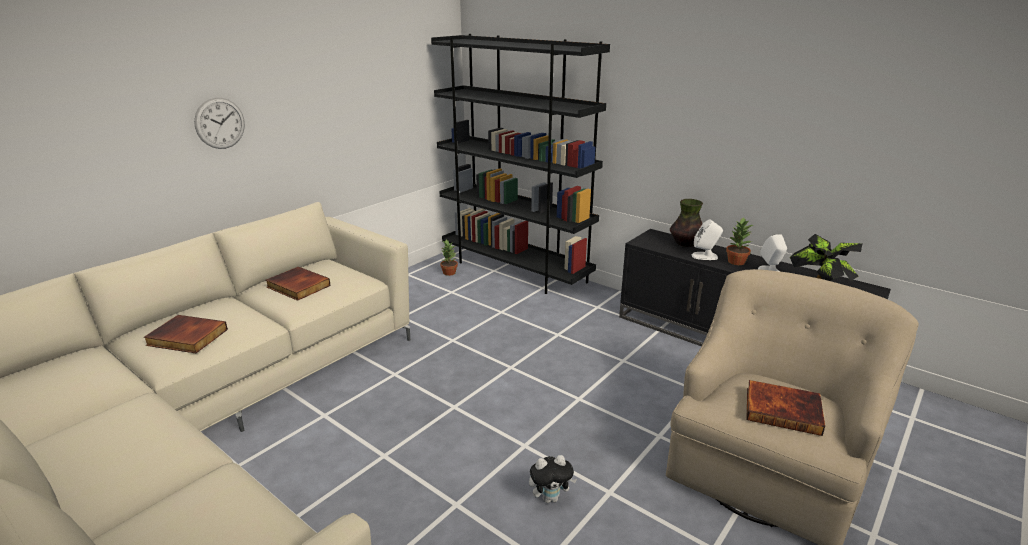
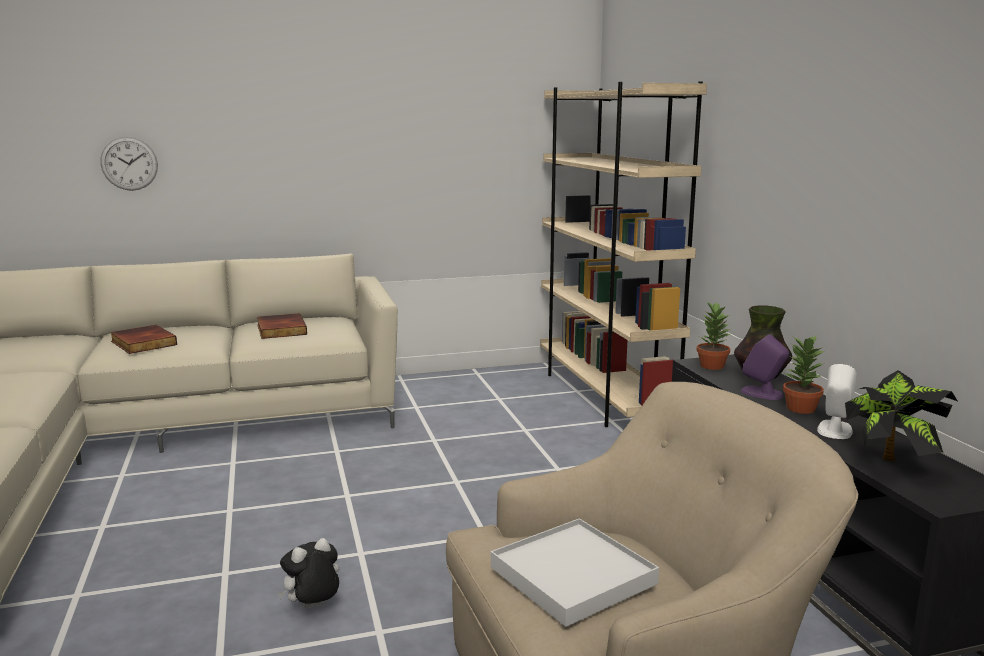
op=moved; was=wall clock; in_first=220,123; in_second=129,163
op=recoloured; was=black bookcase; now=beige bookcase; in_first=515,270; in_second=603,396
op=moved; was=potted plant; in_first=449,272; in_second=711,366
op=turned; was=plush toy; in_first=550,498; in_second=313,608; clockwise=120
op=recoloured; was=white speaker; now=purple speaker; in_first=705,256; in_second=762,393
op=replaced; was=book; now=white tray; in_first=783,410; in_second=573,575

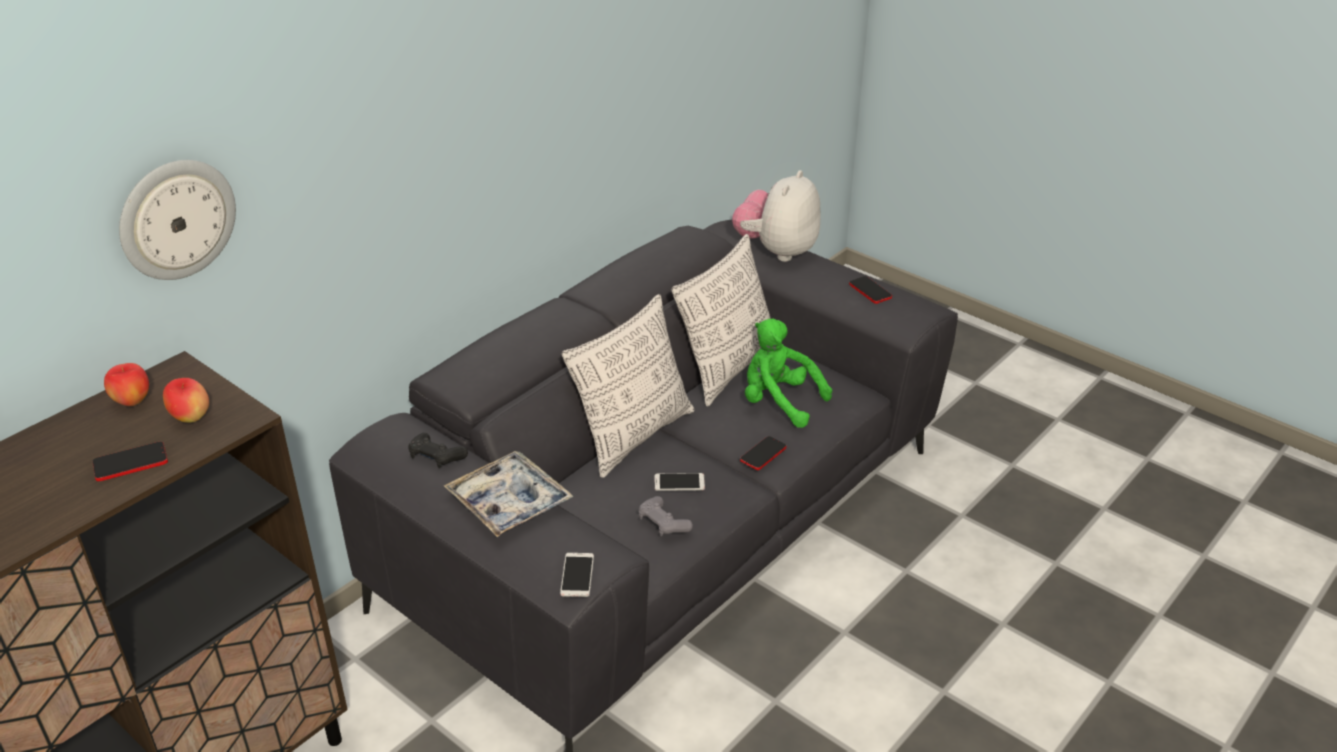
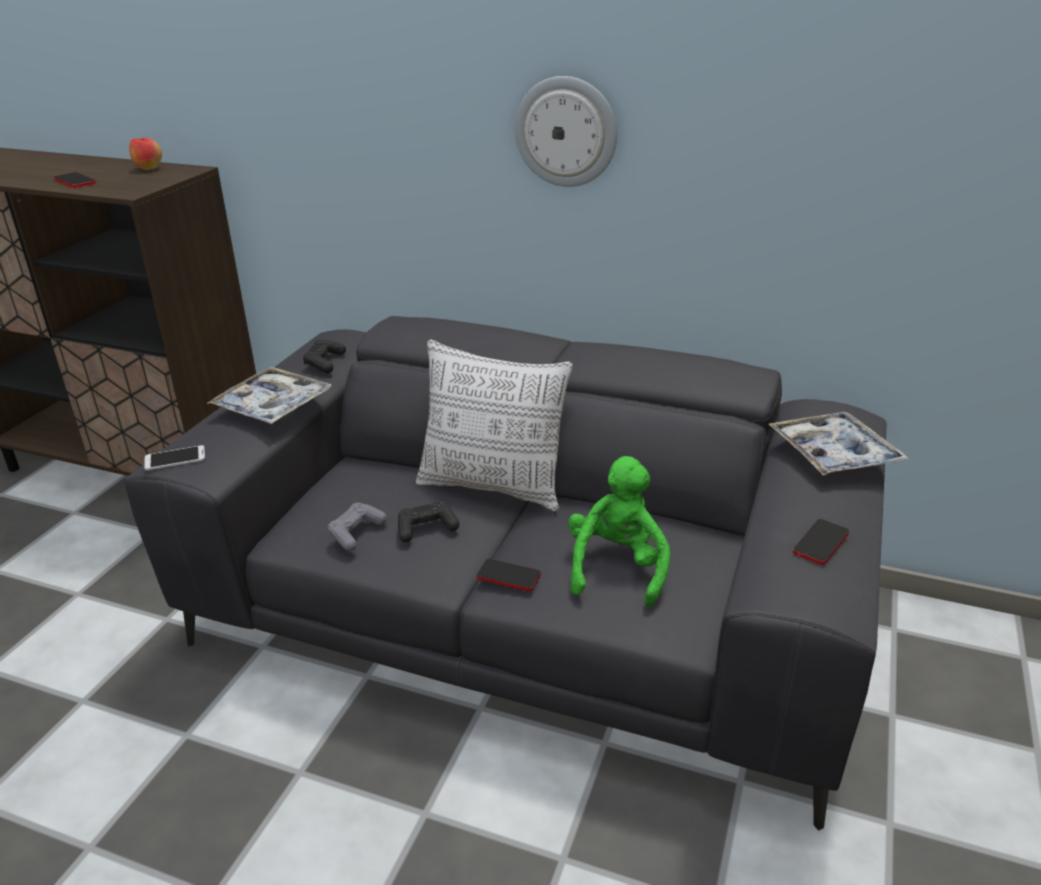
op=moved; was=wall clock; in_first=176,219; in_second=566,132
op=removed; was=apple; in_first=191,418
op=replaced; was=phone; now=black game controller; in_first=679,482; in_second=426,528
op=removed; was=pillow; in_first=727,368
op=replaced; was=plush toy; now=tray; in_first=777,251; in_second=833,454

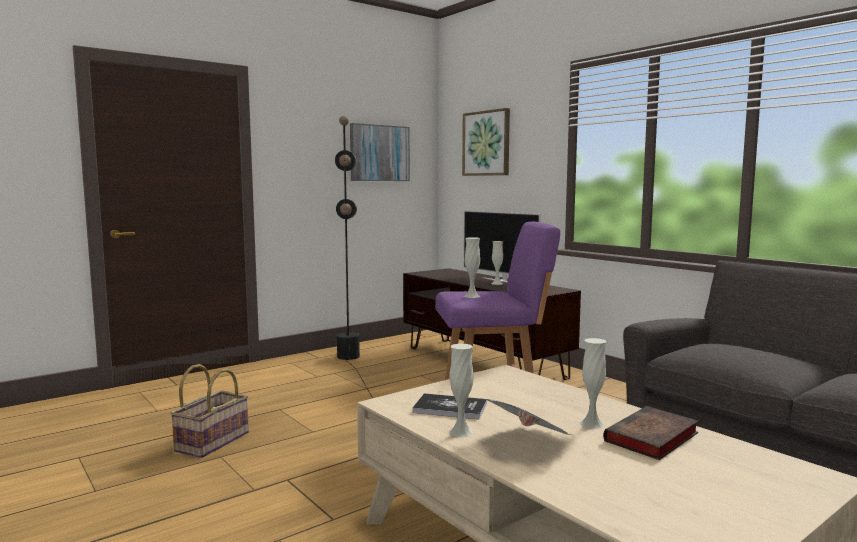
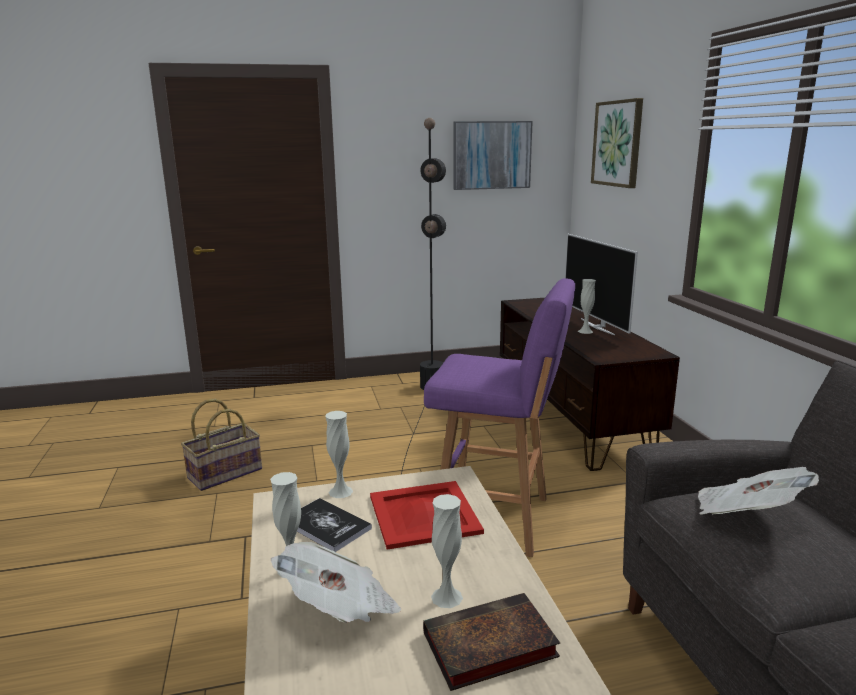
op=moved; was=white vase; in_first=472,296; in_second=340,491
op=added; now=red tray; in_second=424,513
op=added; now=newspaper; in_second=746,515

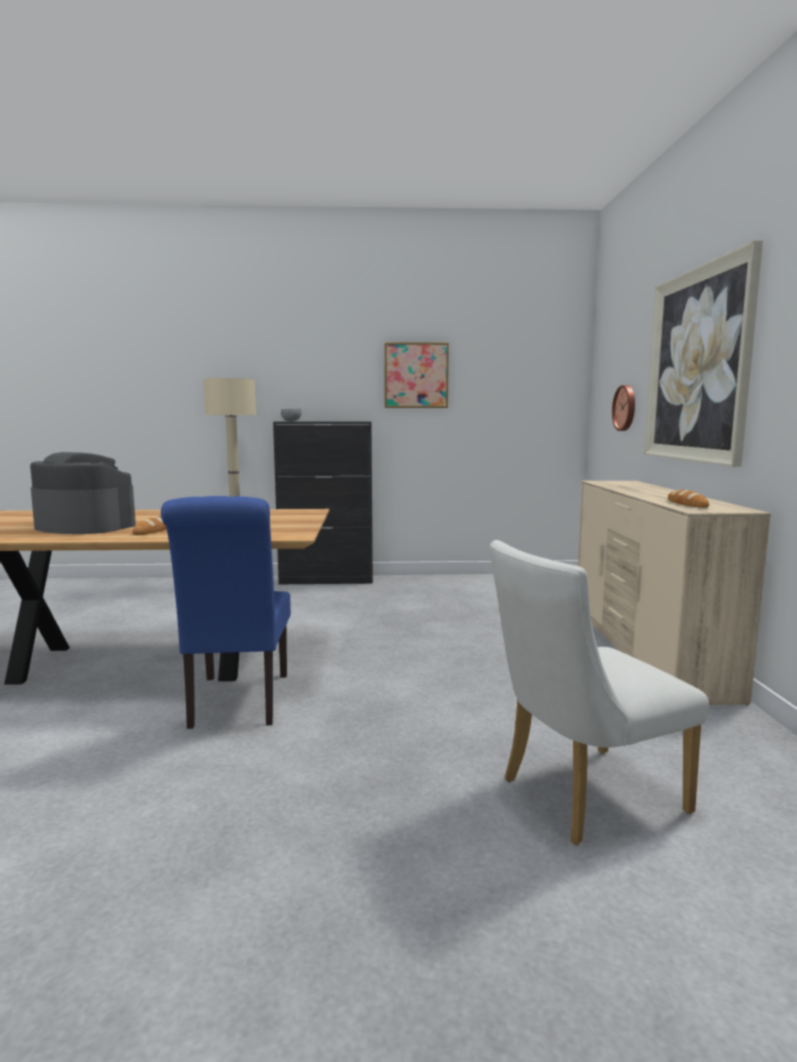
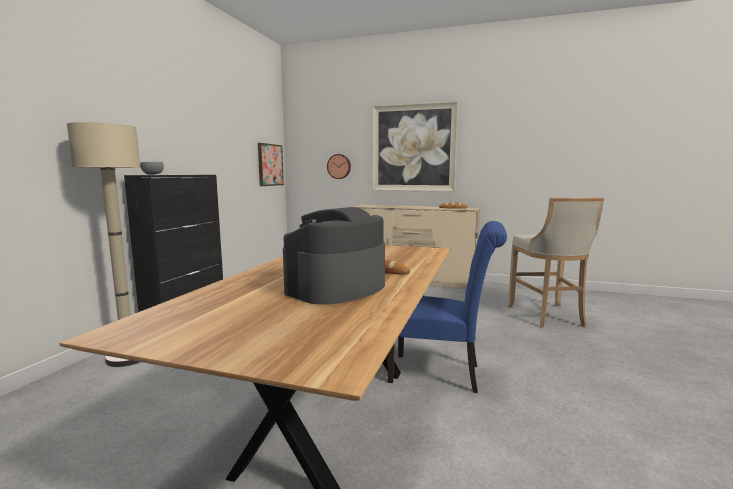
op=moved; was=picture; in_first=416,375; in_second=270,165
op=replaced; was=white chair; now=beige stool; in_first=581,797; in_second=548,316

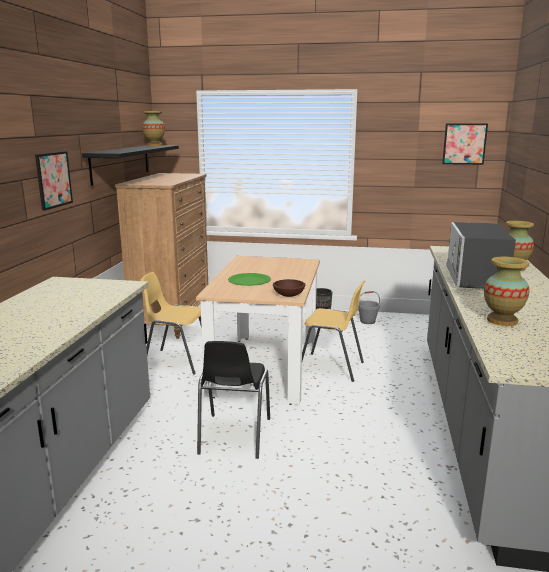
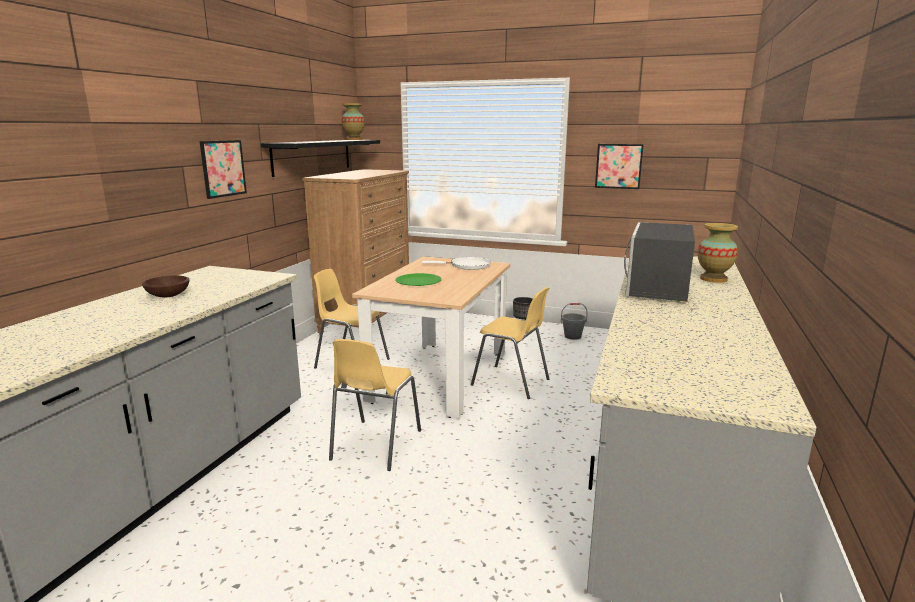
op=recoloured; was=black chair; now=yellow chair; in_first=234,436; in_second=375,445
op=moved; was=brown bowl; in_first=288,295; in_second=168,295
op=moved; was=picture; in_first=464,144; in_second=618,166
op=removed; was=vase; in_first=502,321
op=added; now=white frying pan; in_second=467,266

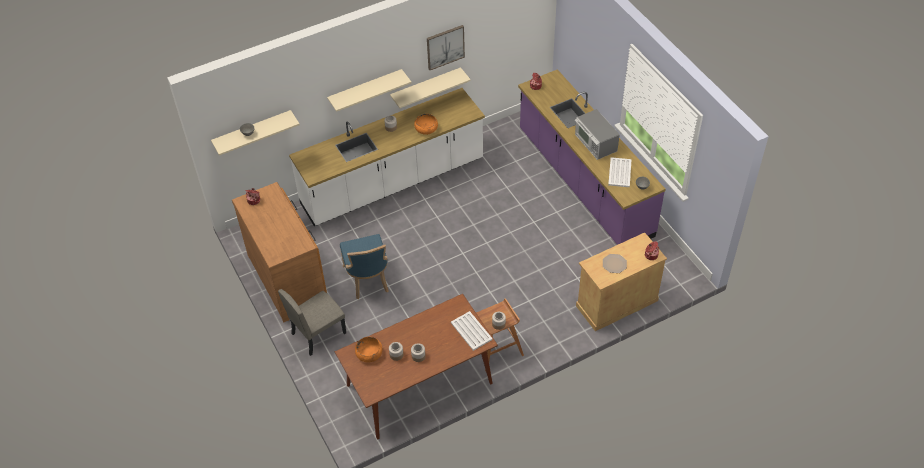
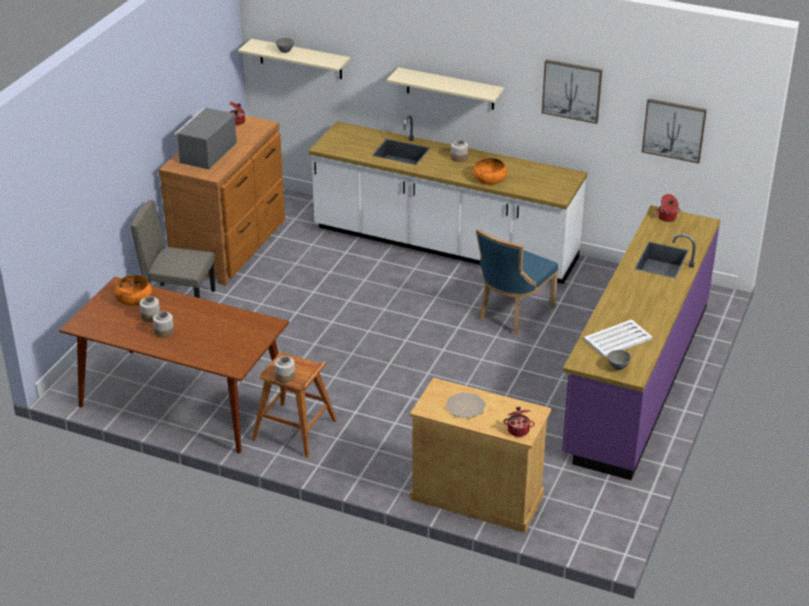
op=moved; was=blue chair; in_first=368,280; in_second=512,313
op=removed; was=beige shelf; in_first=426,87
op=removed; was=white tray; in_first=471,331
op=moved; was=microwave; in_first=595,143; in_second=206,152
op=added; now=picture; in_second=674,130

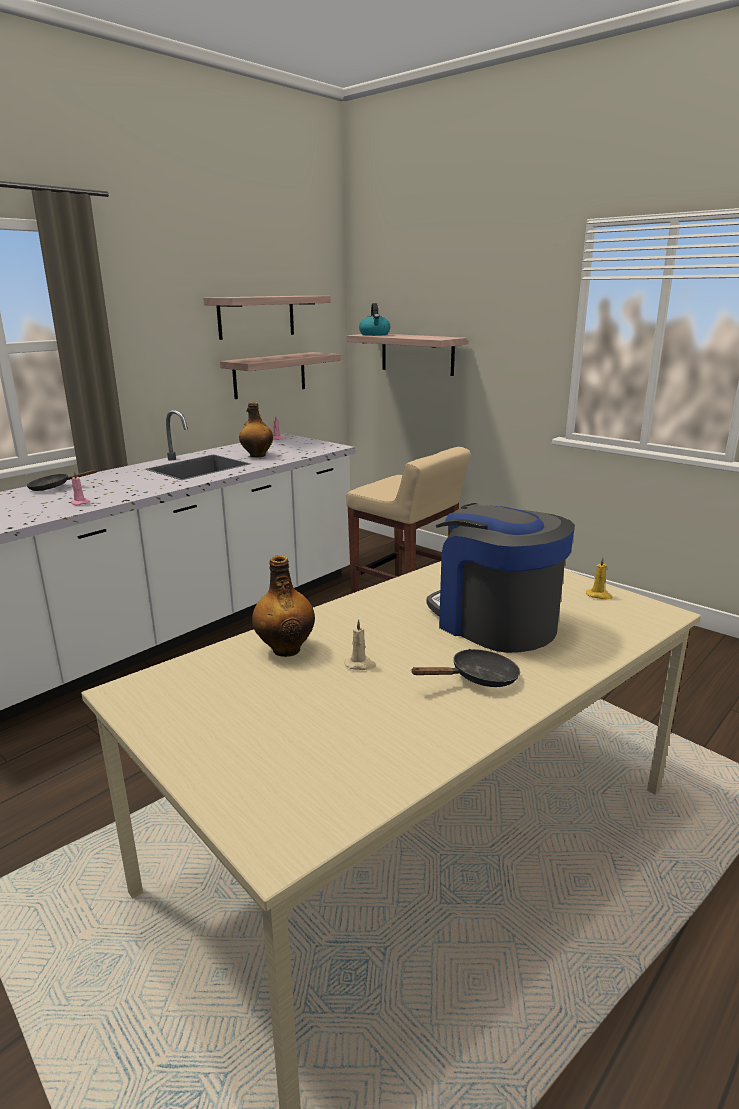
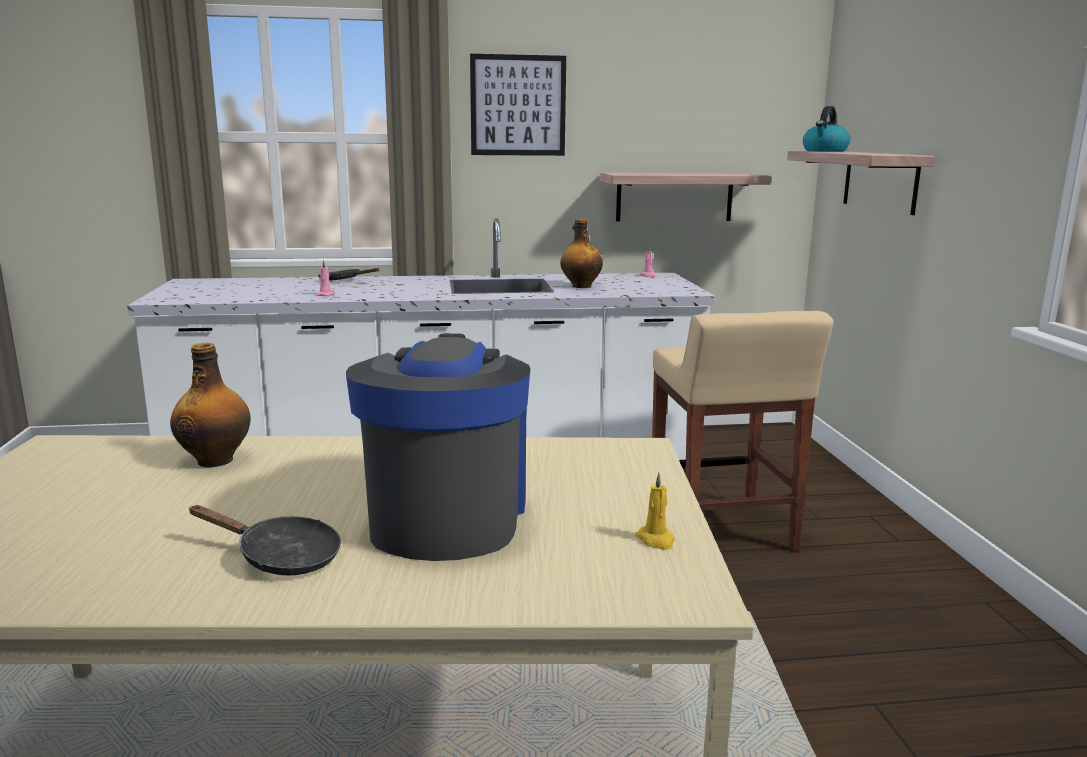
op=removed; was=shelf; in_first=256,316
op=removed; was=beige candle; in_first=360,665
op=added; now=picture; in_second=518,105

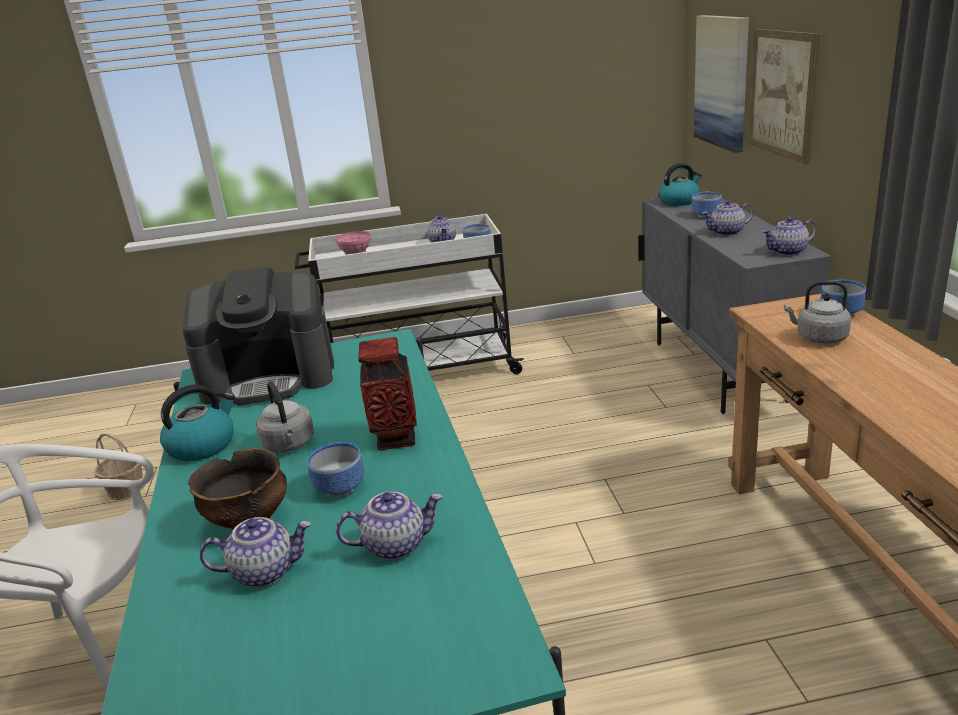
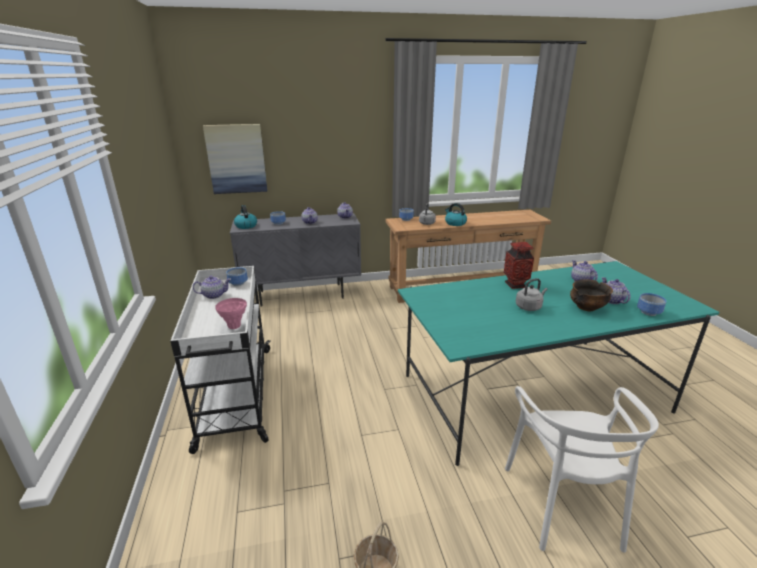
op=moved; was=kettle; in_first=202,445; in_second=455,223
op=removed; was=coffee machine; in_first=270,377
op=moved; was=bowl; in_first=337,488; in_second=650,313
op=removed; was=picture; in_first=782,93

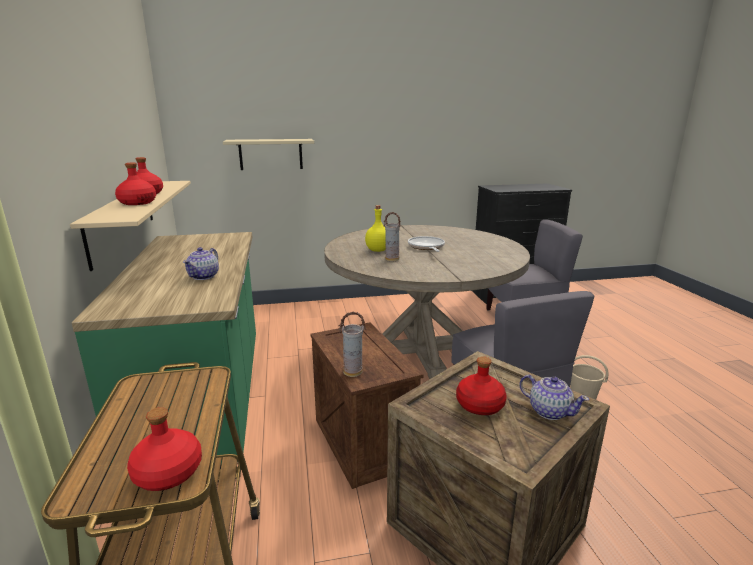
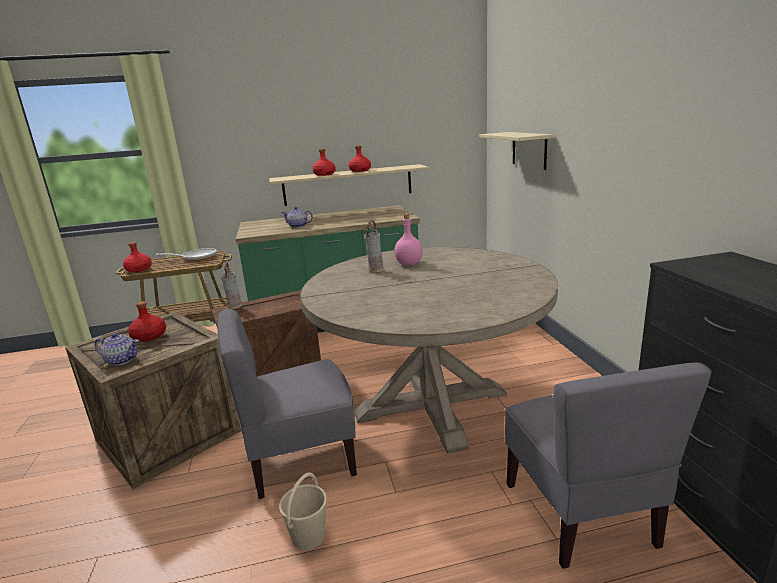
op=recoloured; was=yellow bottle; now=pink bottle; in_first=377,250; in_second=409,263
op=moved; was=frying pan; in_first=426,247; in_second=196,257
op=turned; was=teapot; in_first=549,411; in_second=121,360; clockwise=-120

